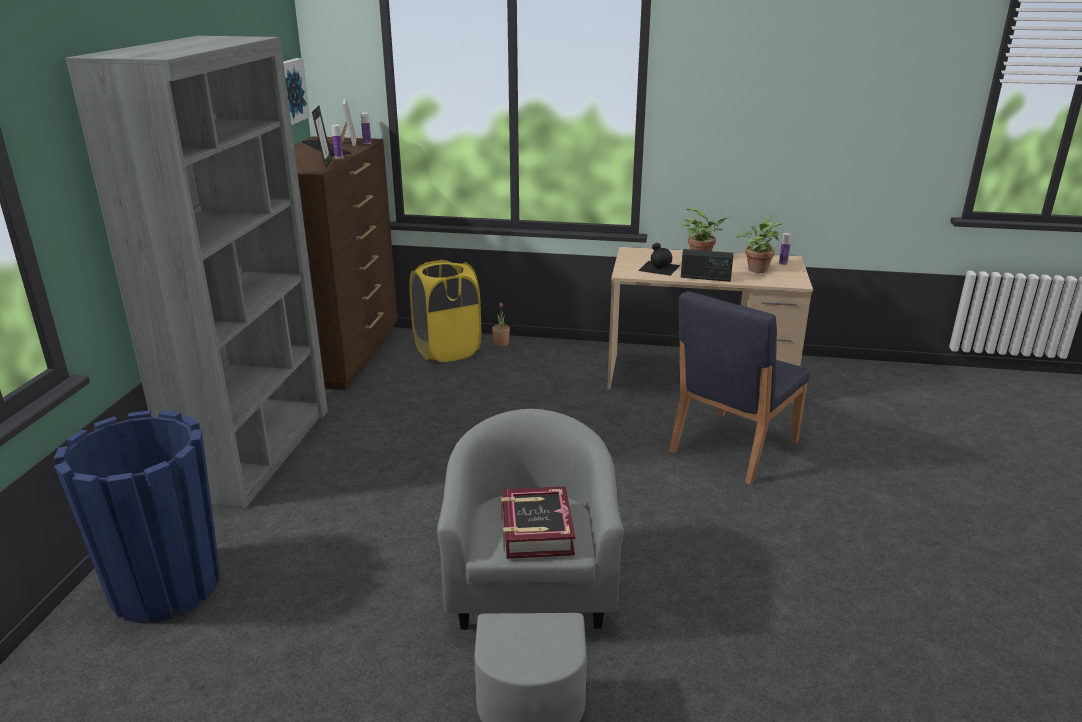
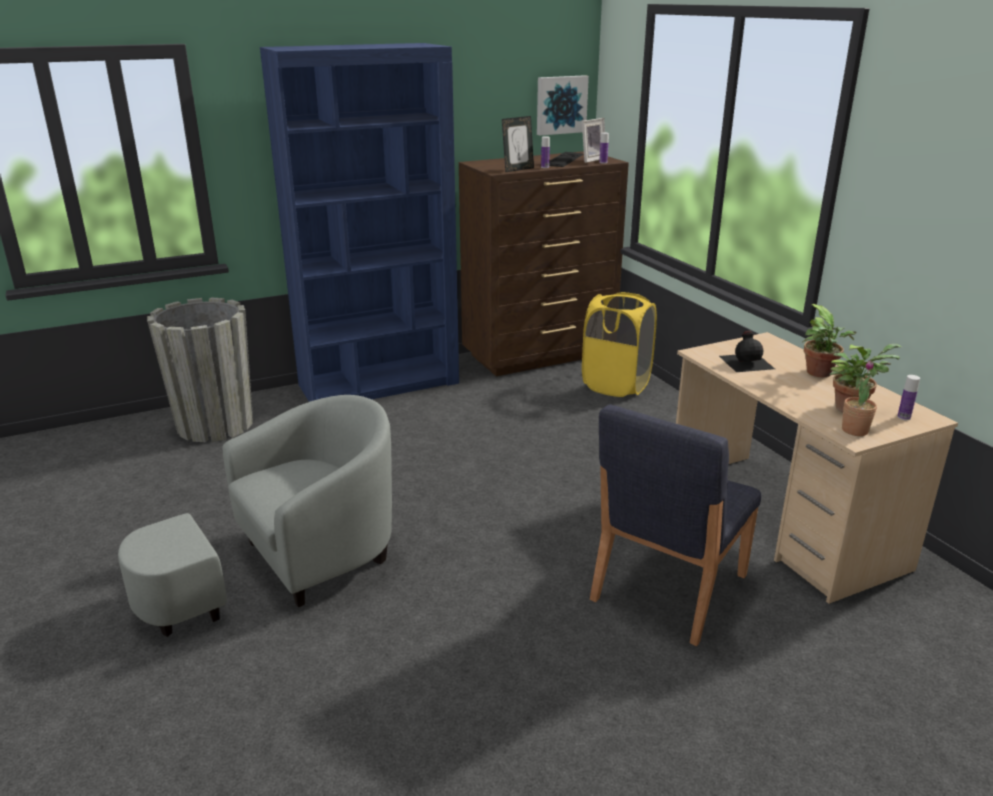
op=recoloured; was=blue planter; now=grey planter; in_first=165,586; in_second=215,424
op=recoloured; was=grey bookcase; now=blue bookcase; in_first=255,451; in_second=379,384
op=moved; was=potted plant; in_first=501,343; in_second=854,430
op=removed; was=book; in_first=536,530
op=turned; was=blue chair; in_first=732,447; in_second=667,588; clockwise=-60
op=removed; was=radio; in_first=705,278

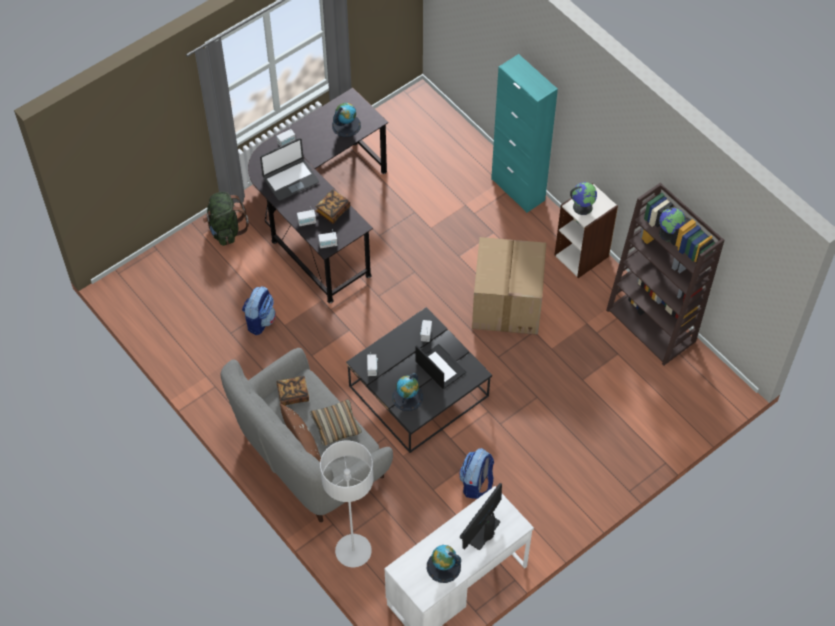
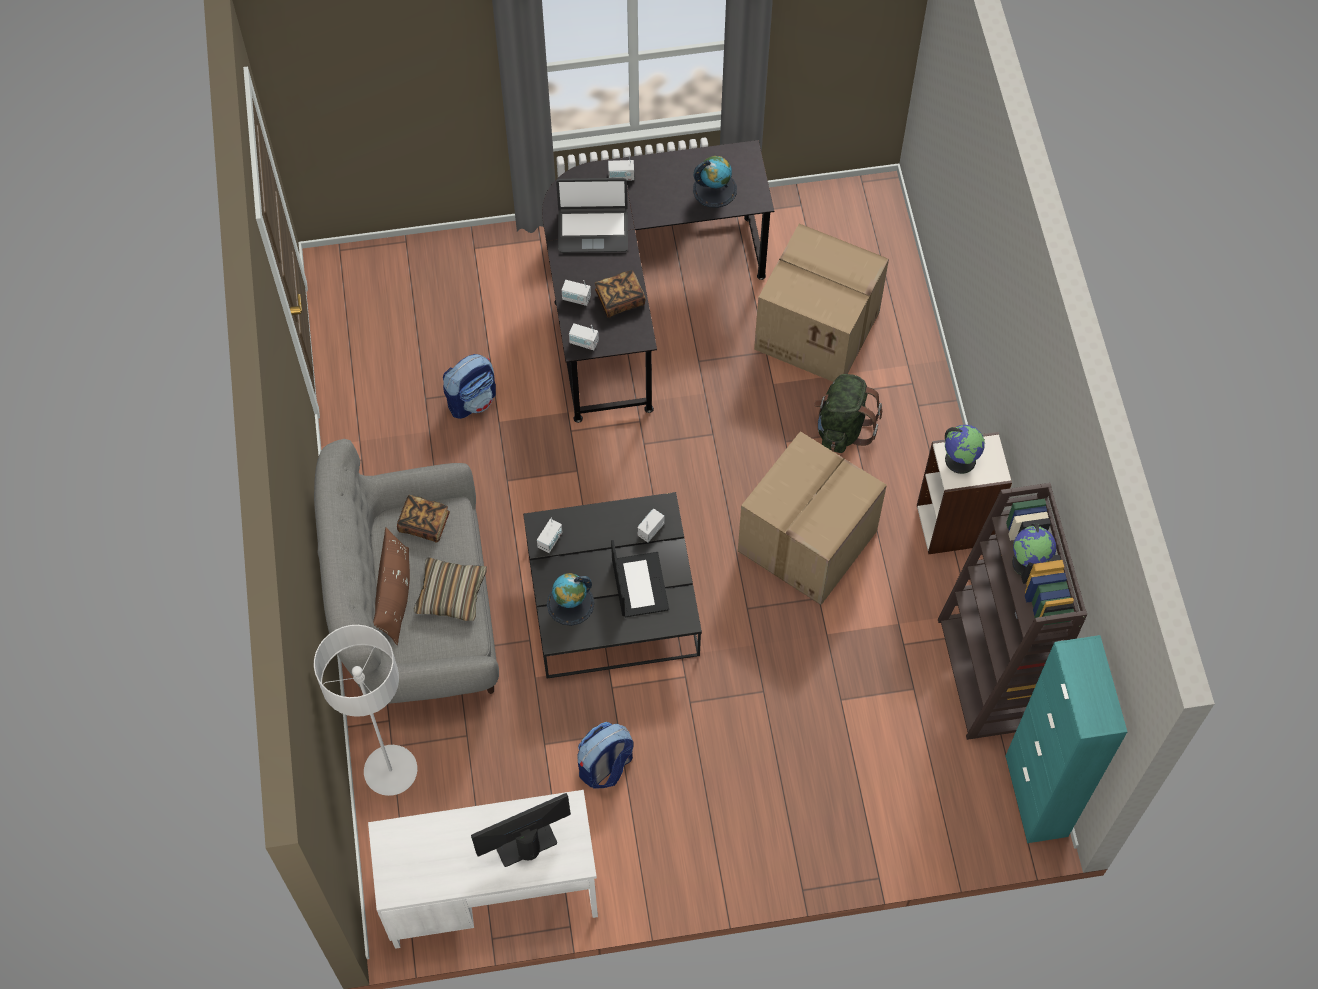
op=moved; was=green backpack; in_first=226,230; in_second=842,428
op=removed; was=globe; in_first=443,567
op=moved; was=turquoise cabinet; in_first=518,189; in_second=1036,796
op=added; now=cardboard box; in_second=819,330

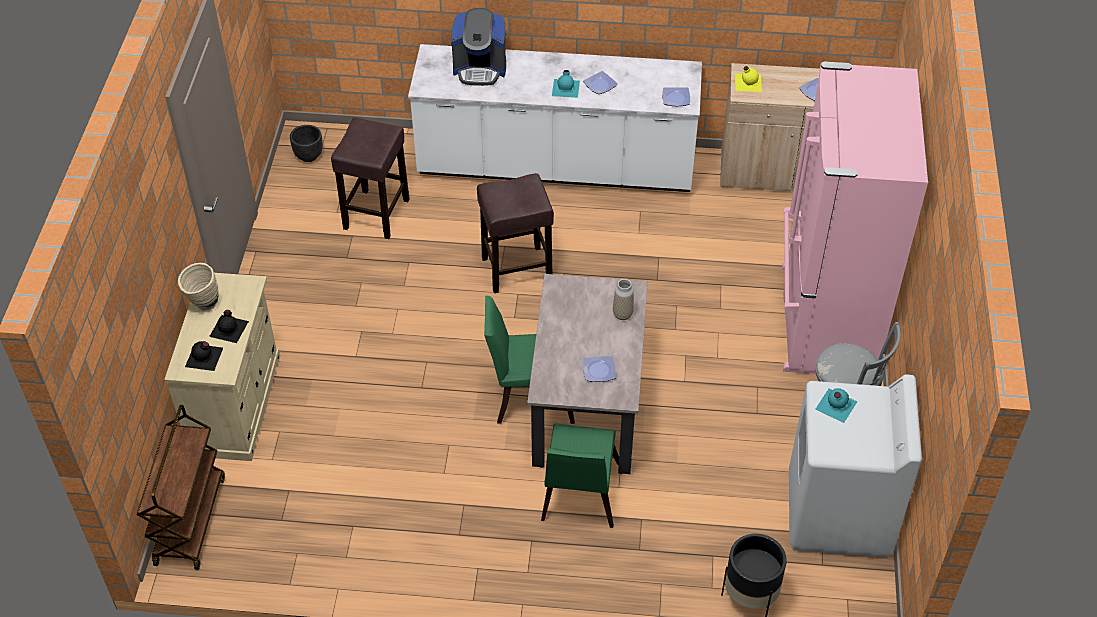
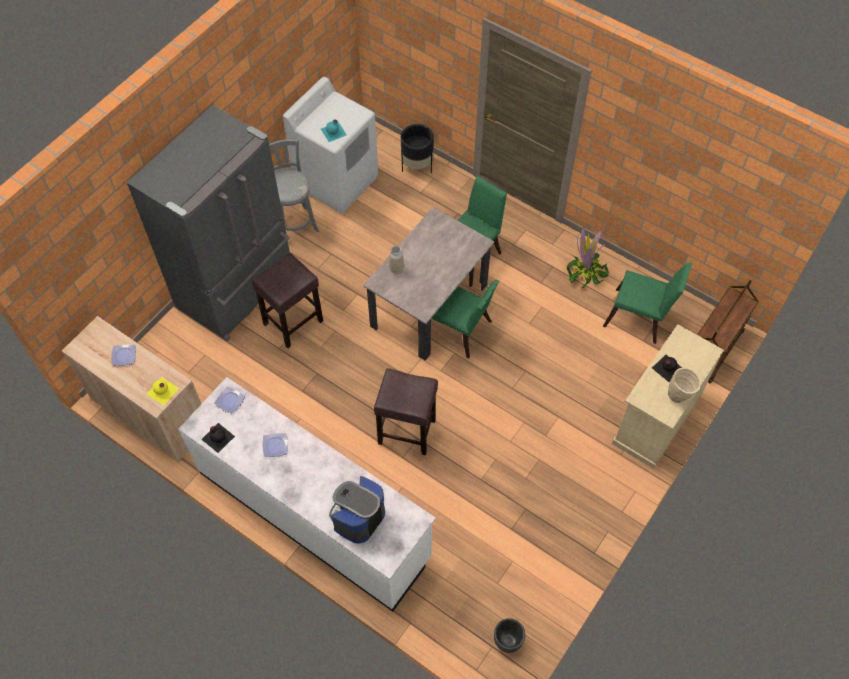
op=moved; was=black bottle; in_first=204,357; in_second=218,437
op=moved; was=brown stool; in_first=376,215; in_second=294,322
op=turned; was=coffee machine; in_first=480,69; in_second=358,517; clockwise=-90
op=removed; was=turquoise bottle; in_first=566,88
op=removed; was=plate; in_first=599,370
op=recoloured; was=pink fridge; now=grey fridge; in_first=824,320; in_second=238,290
op=added; now=potted plant; in_second=586,271
op=added; now=green chair; in_second=640,318

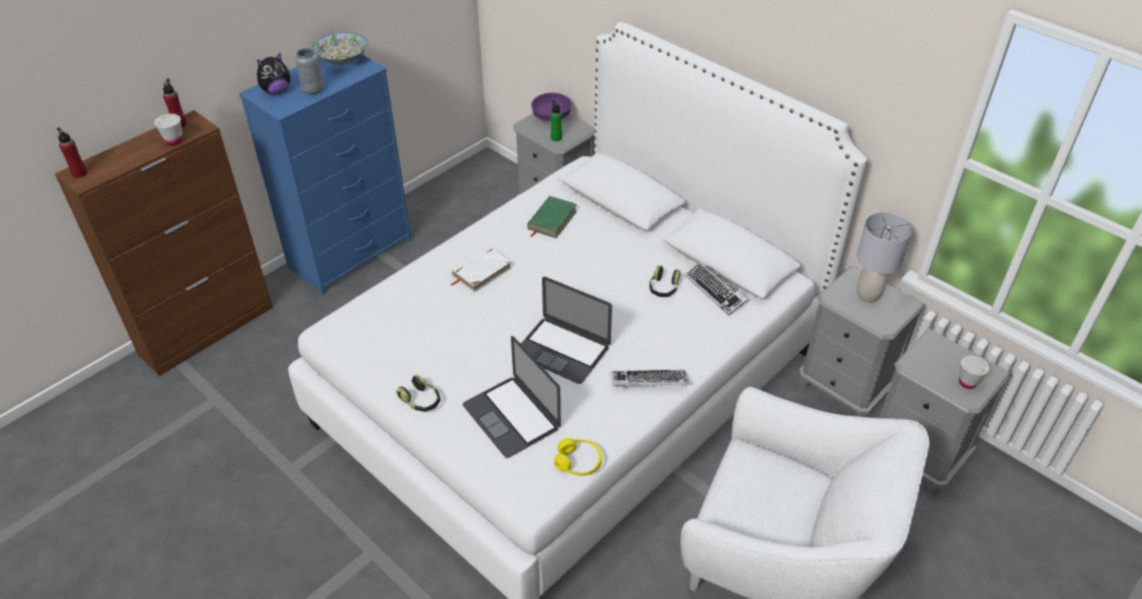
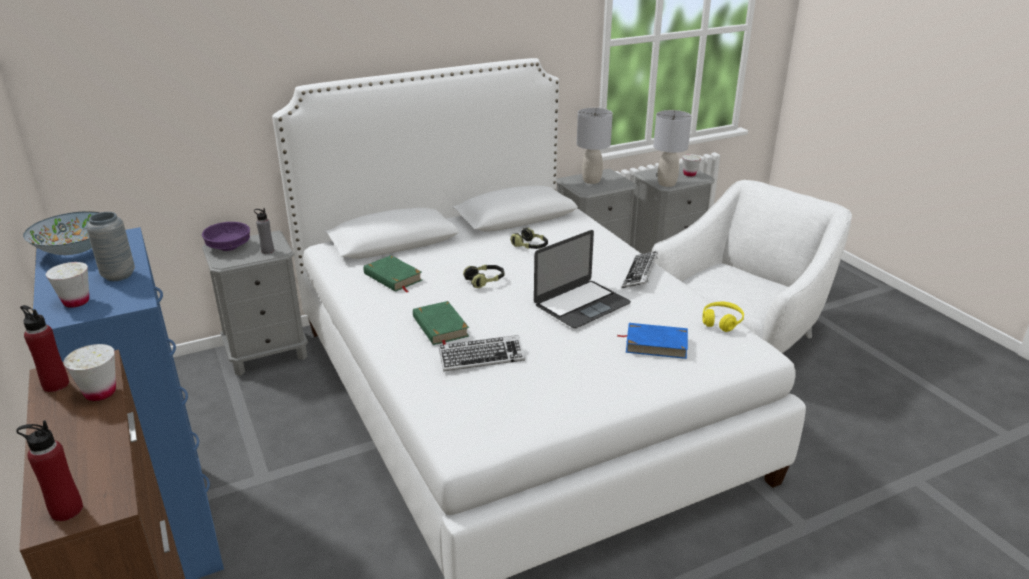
op=replaced; was=plush toy; now=white cup; in_first=276,91; in_second=76,302
op=moved; was=headphones; in_first=421,400; in_second=485,281
op=recoloured; was=white book; now=green book; in_first=481,272; in_second=440,327
op=replaced; was=laptop; now=blue book; in_first=511,416; in_second=656,344
op=recoloured; was=green bottle; now=grey bottle; in_first=556,138; in_second=267,251
op=moved; was=keyboard; in_first=715,290; in_second=481,357
op=added; now=grey table lamp; in_second=666,183

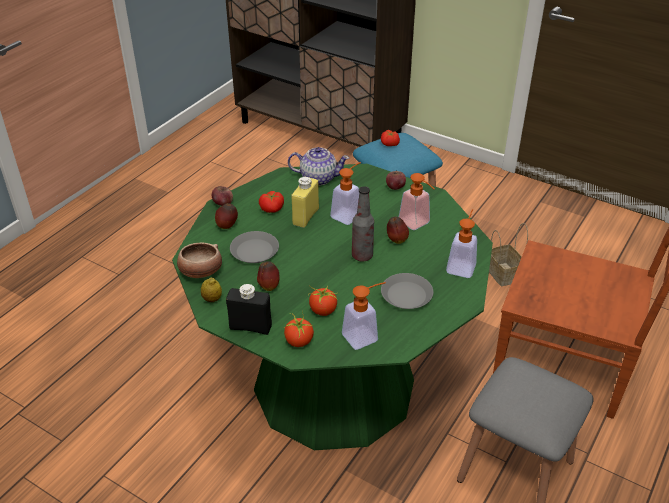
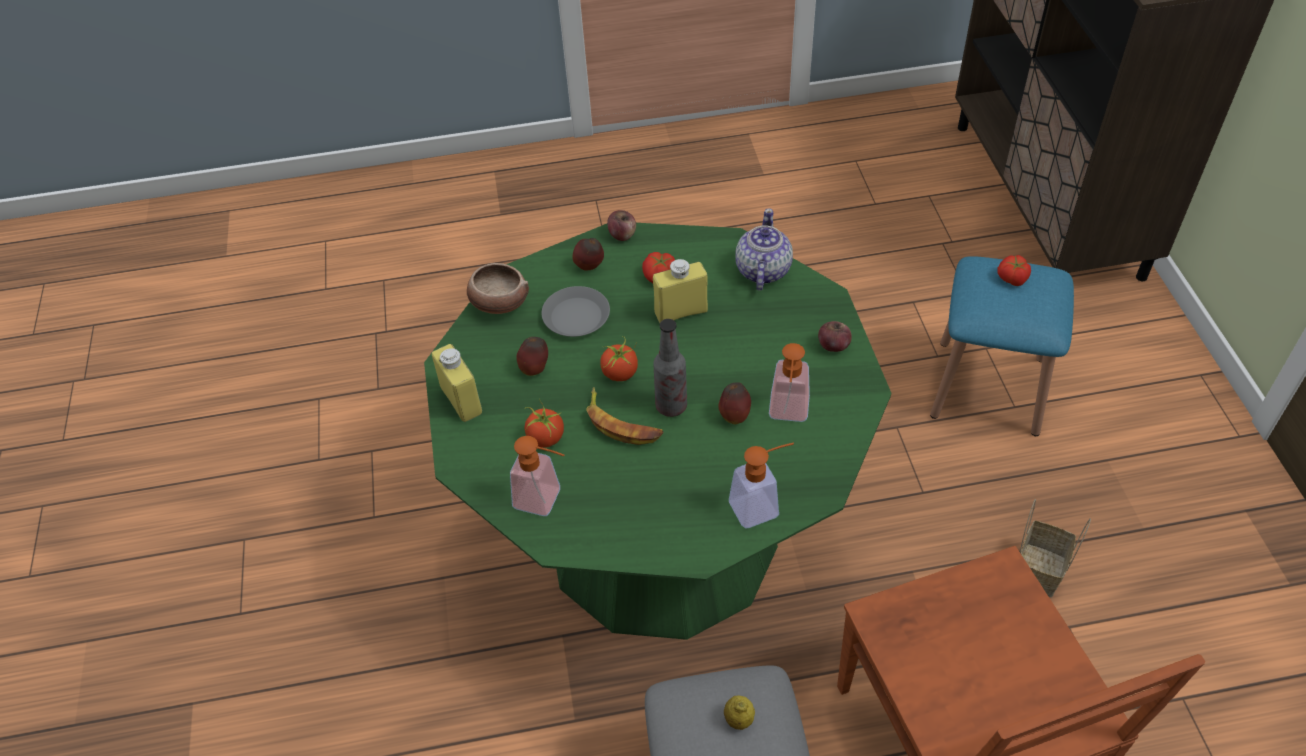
op=moved; was=lemon; in_first=212,299; in_second=739,719
op=recoloured; was=black bottle; now=yellow bottle; in_first=250,327; in_second=461,401
op=moved; was=tomato; in_first=299,341; in_second=620,373
op=turned; was=teapot; in_first=318,178; in_second=762,271; clockwise=-135
op=removed; was=soap dispenser; in_first=349,214
op=removed; was=grey plate; in_first=406,295
op=added; now=banana; in_second=622,423

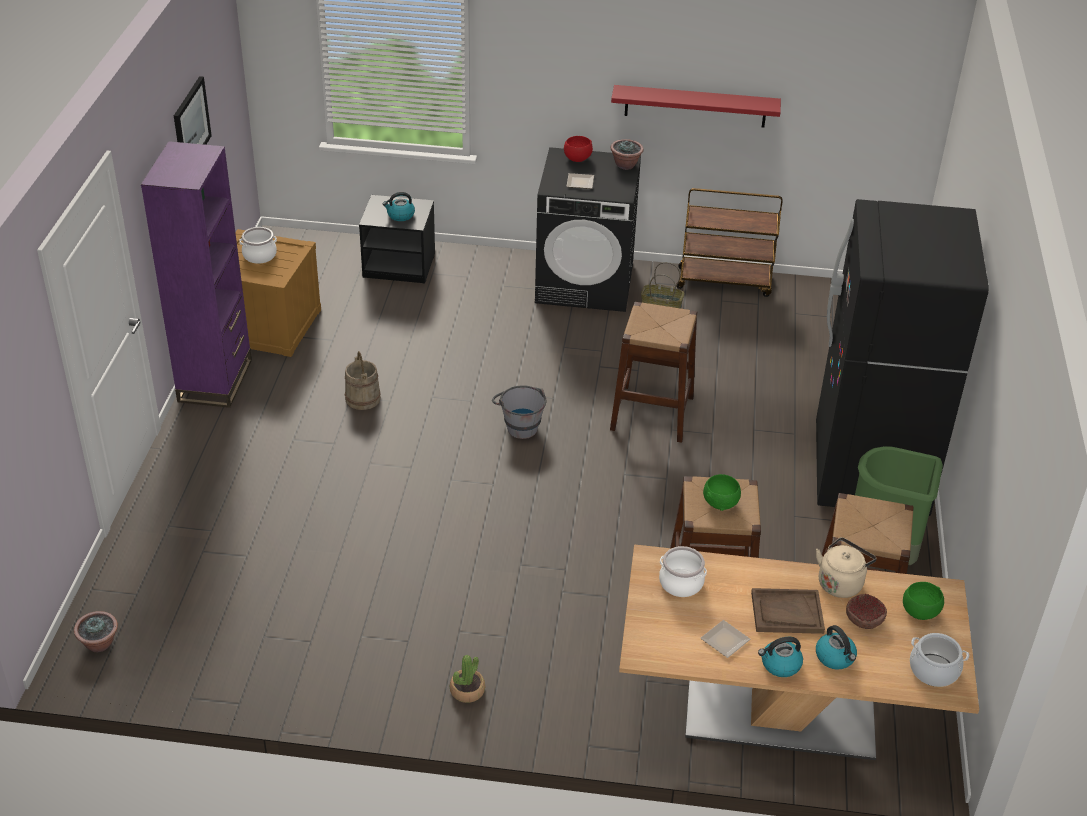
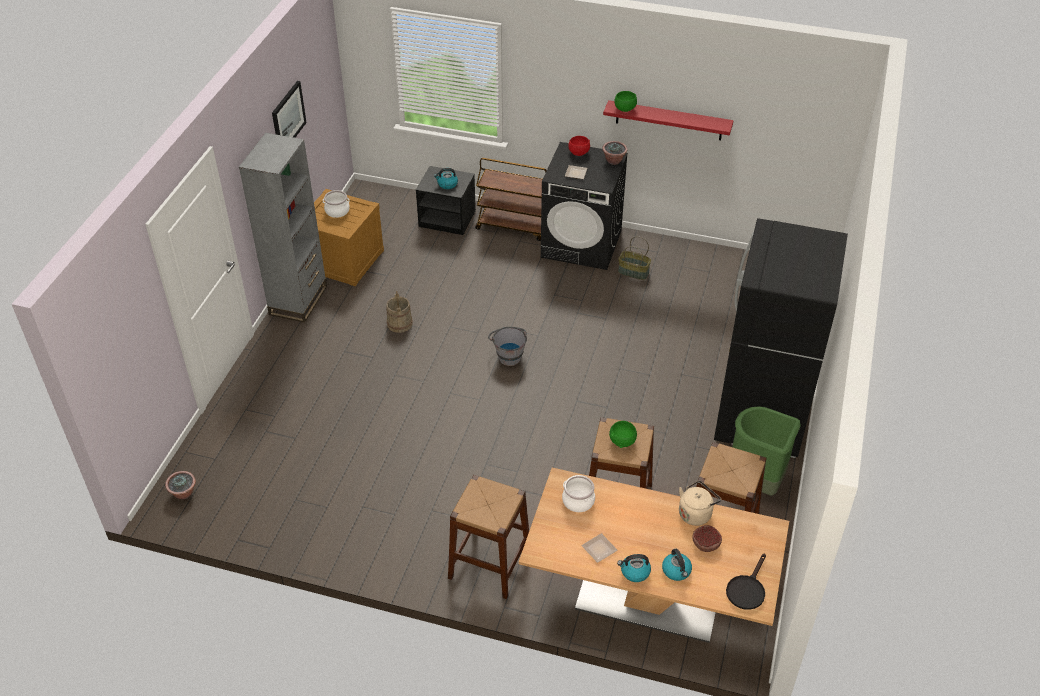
op=recoloured; was=purple bookcase; now=grey bookcase; in_first=215,380; in_second=298,300
op=removed; was=potted plant; in_first=467,690
op=moved; was=brown stool; in_first=652,413; in_second=489,563
op=moved; was=brown cart; in_first=725,281; in_second=513,226
op=removed; was=brown tray; in_first=786,613
op=moved; was=green bowl; in_first=919,612; in_second=624,109
op=replaced; was=cooking pot; now=black frying pan; in_first=933,670; in_second=747,589

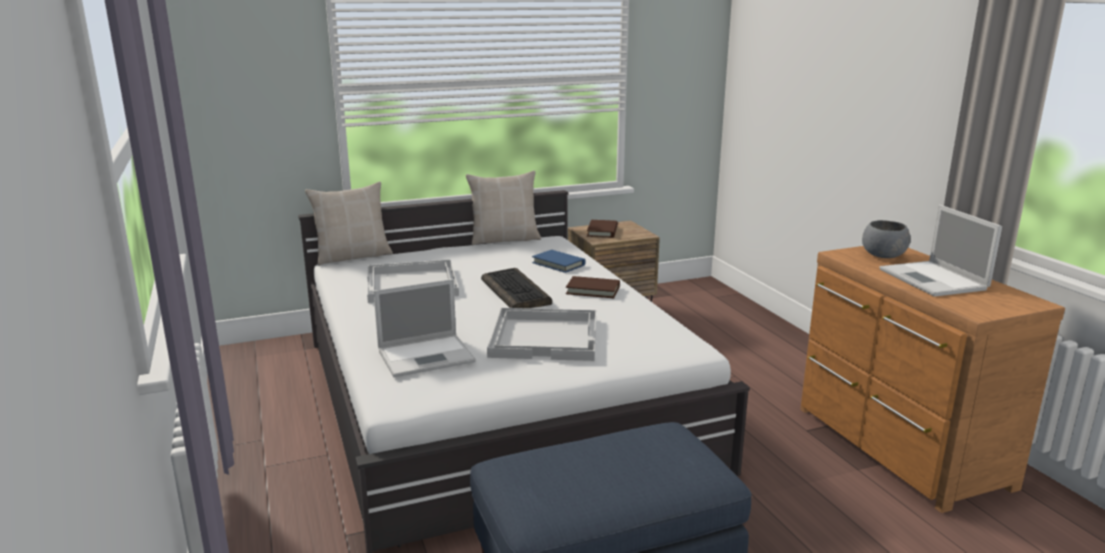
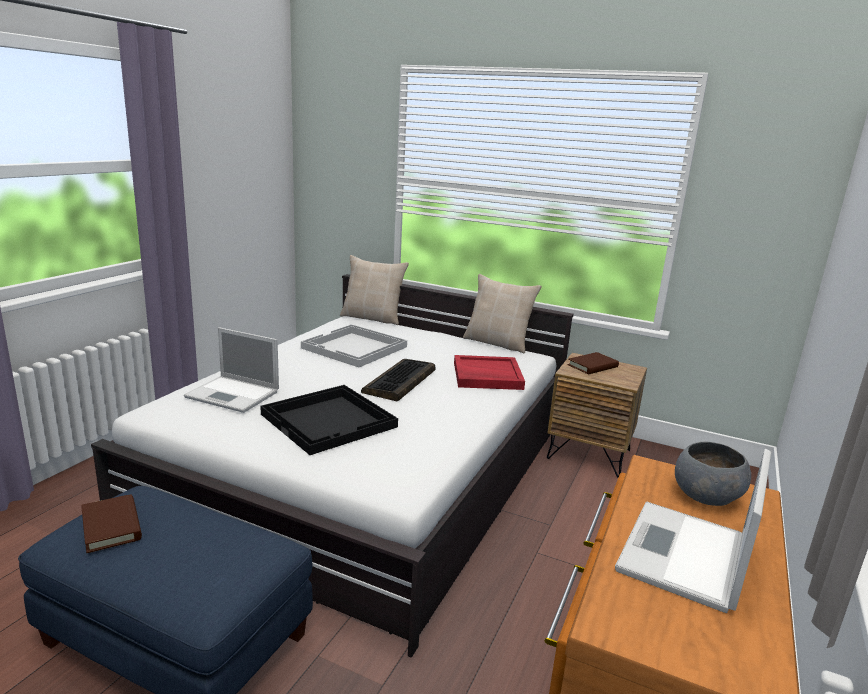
op=recoloured; was=white tray; now=black tray; in_first=545,336; in_second=330,421
op=replaced; was=blue book; now=red tray; in_first=558,264; in_second=486,376
op=moved; was=brown book; in_first=593,290; in_second=111,526

